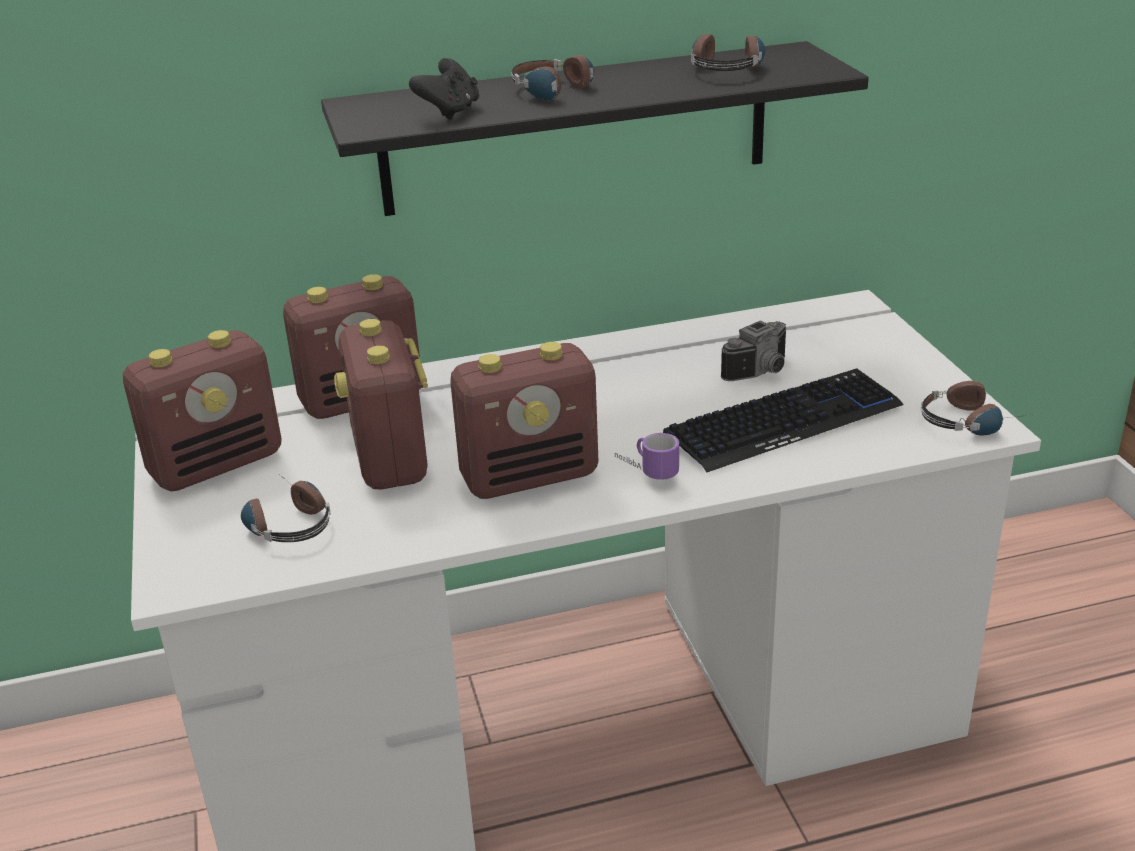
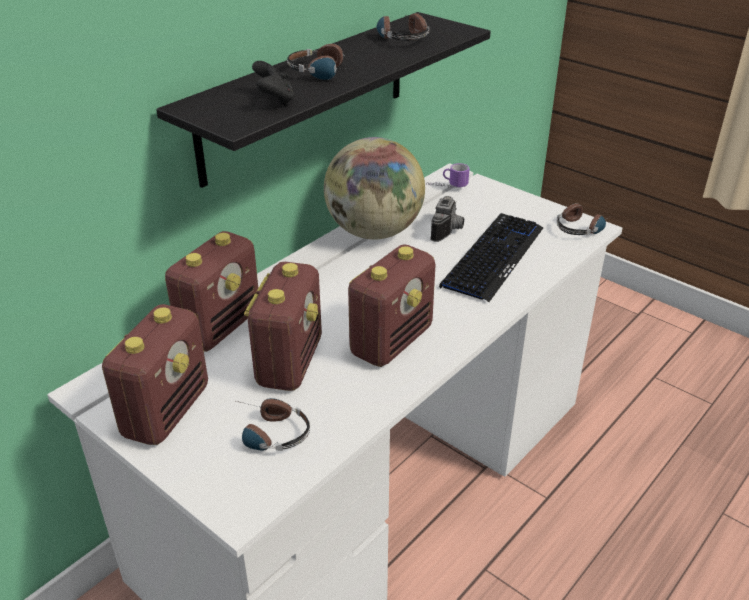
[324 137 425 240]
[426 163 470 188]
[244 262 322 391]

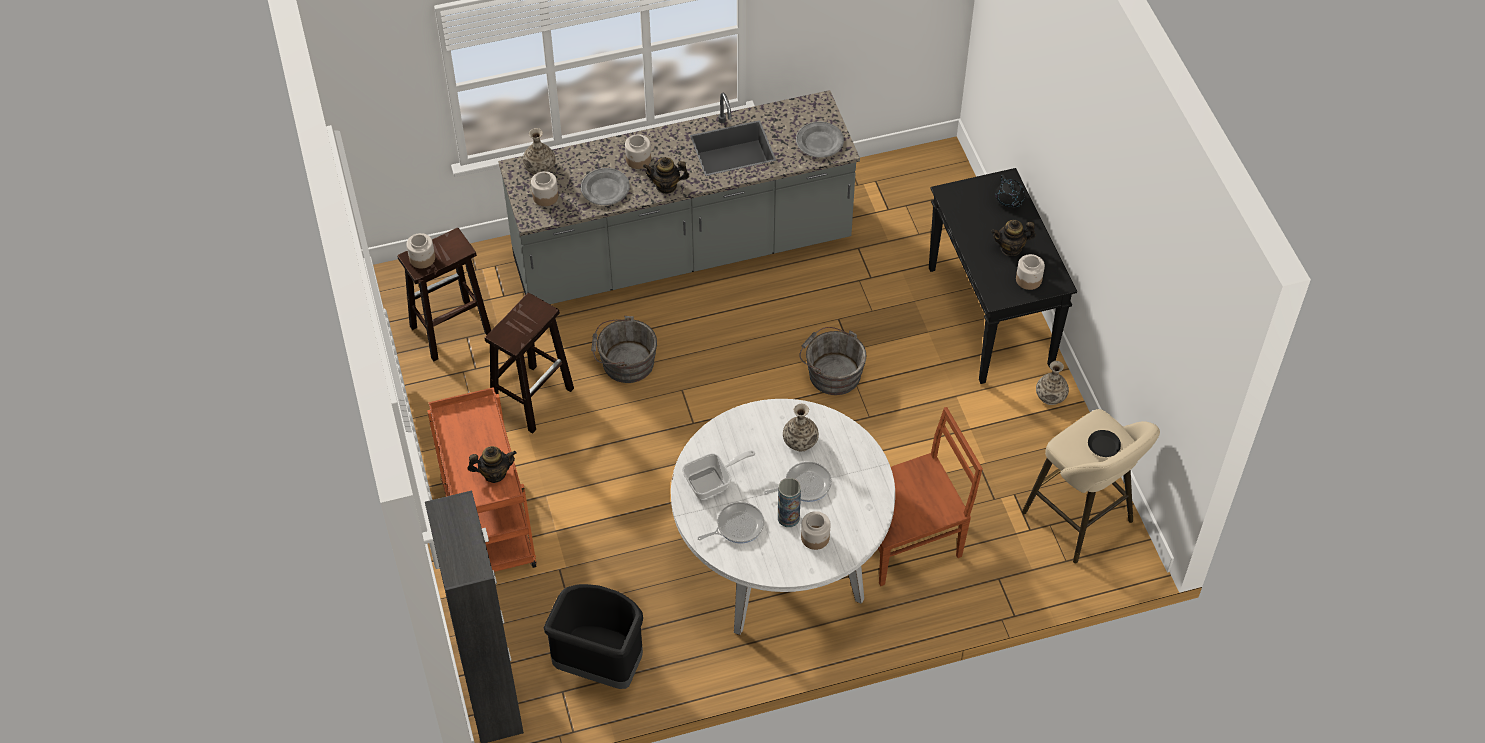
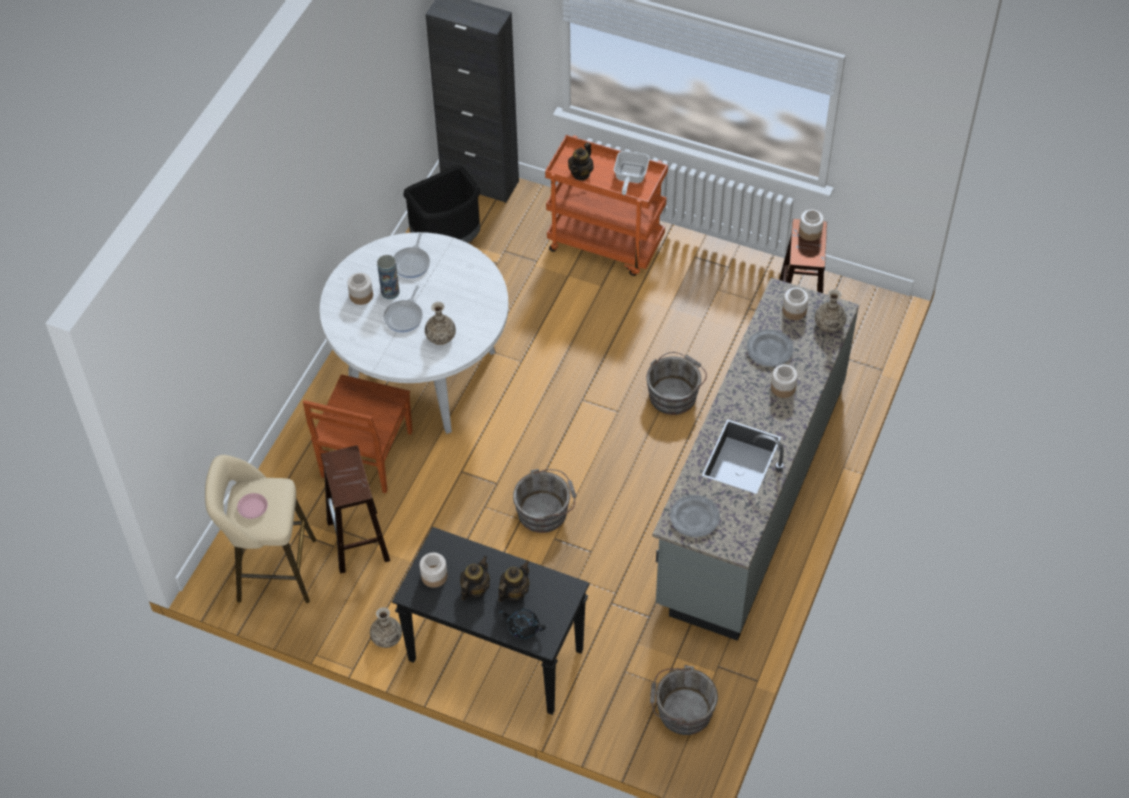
[650 665 718 735]
[321 445 390 574]
[498 560 529 602]
[614 151 650 195]
[237 493 268 519]

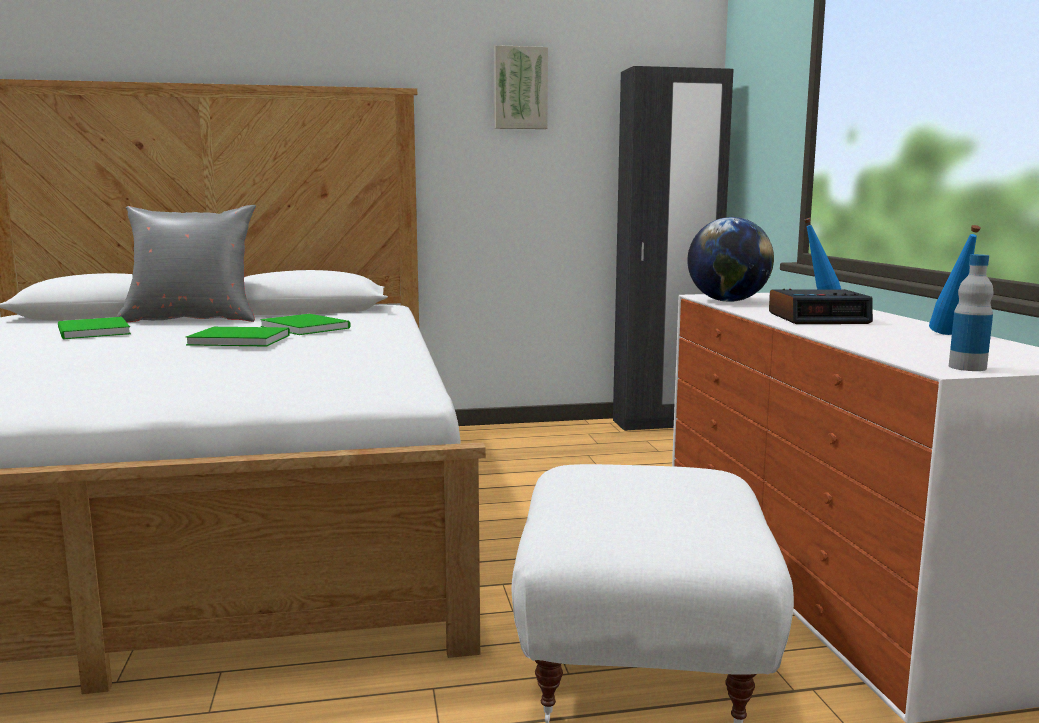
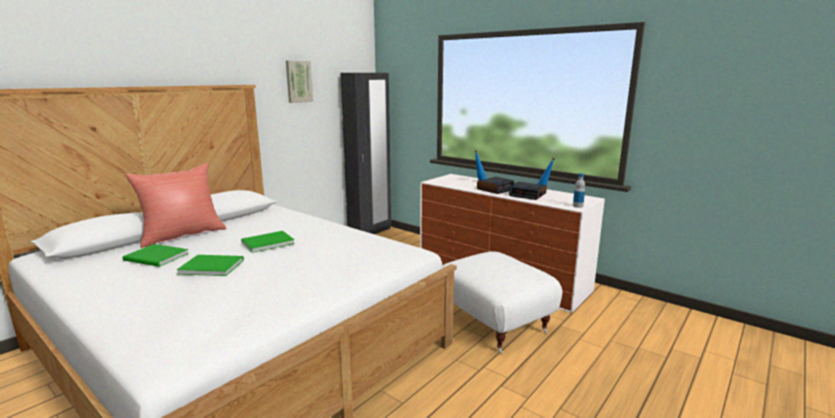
[687 217 774 302] (first image)
[509 182 547 200]
[177 255 244 276]
[125 163 227 248]

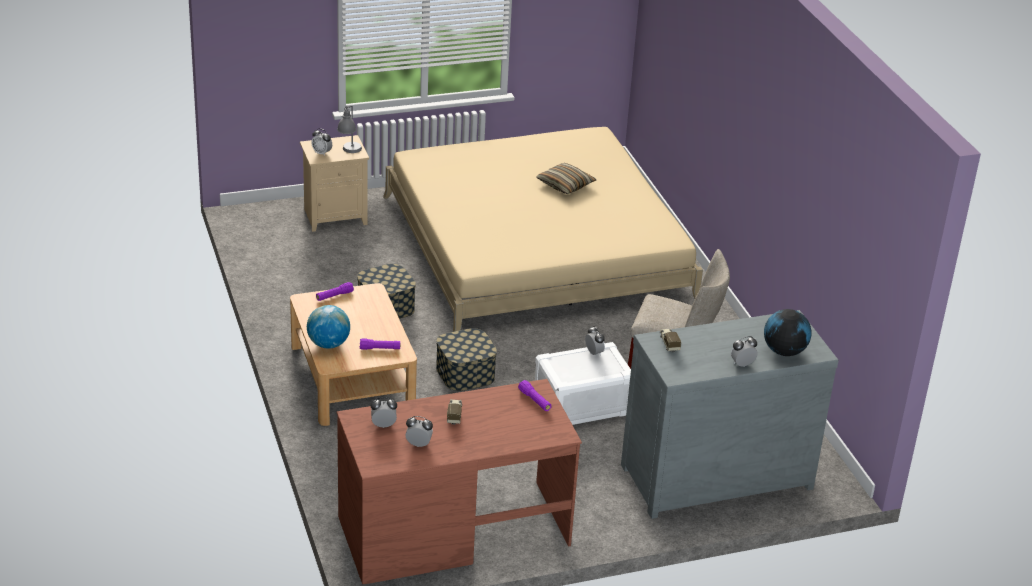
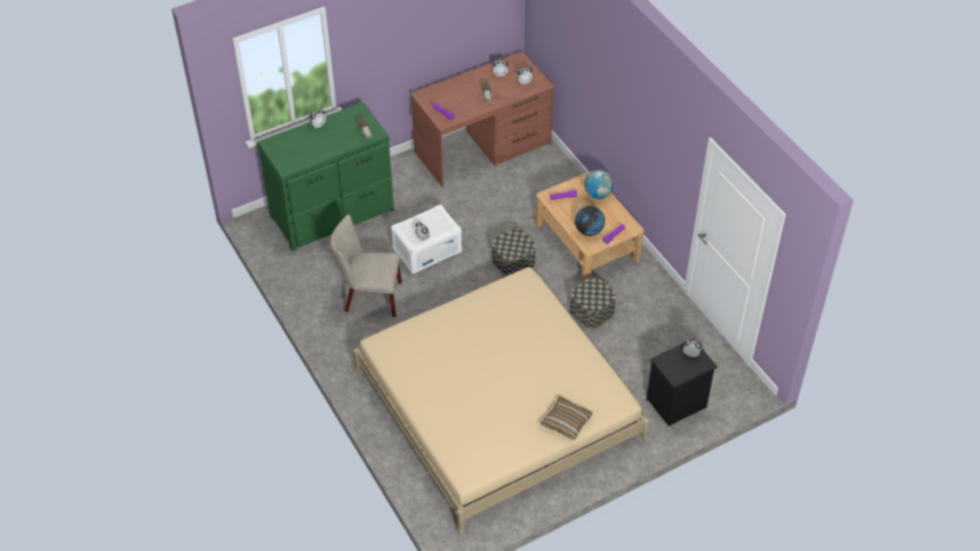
[337 105 362 153] (first image)
[540 396 593 440]
[575 206 605 236]
[646 338 718 426]
[257 102 394 251]

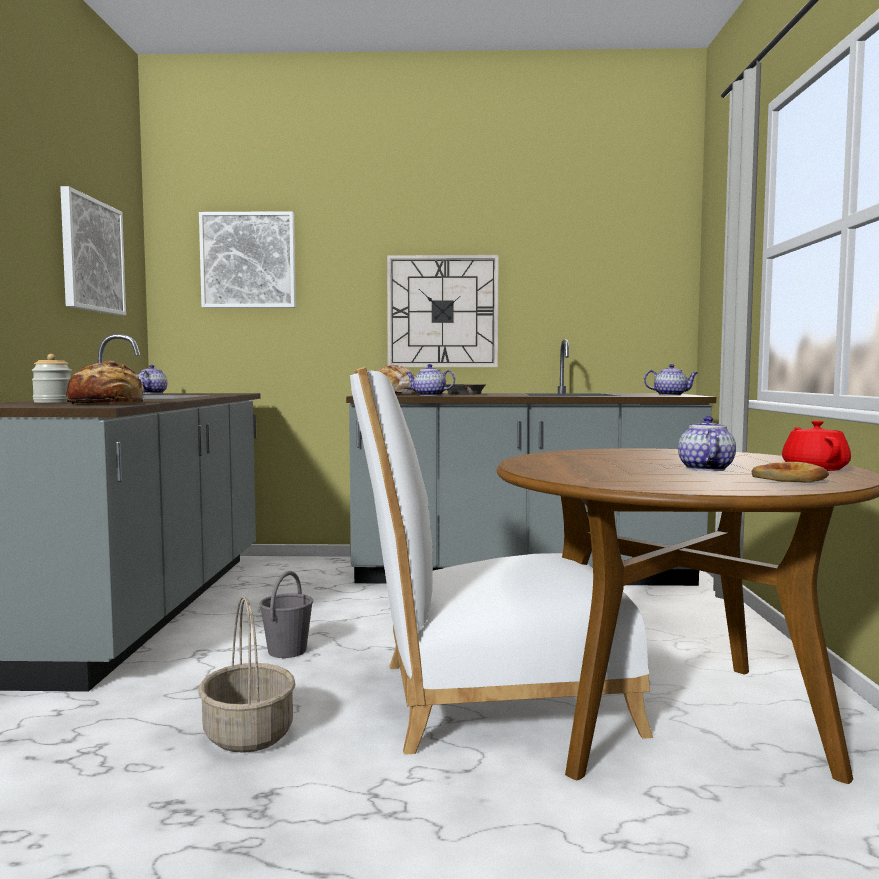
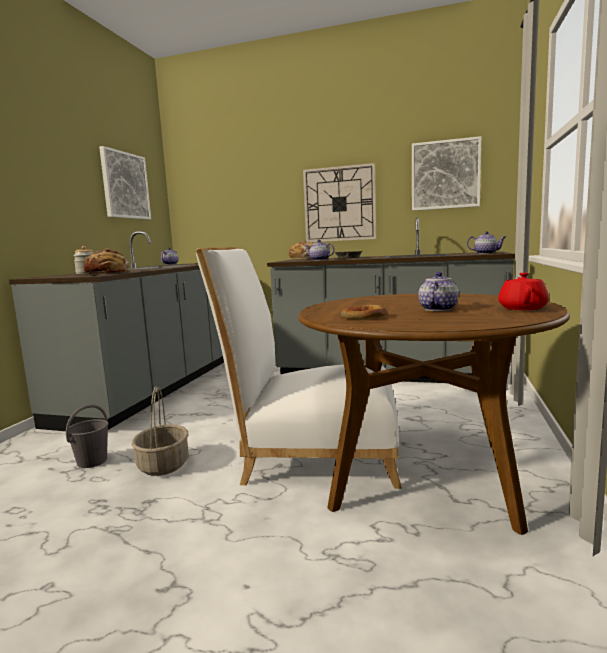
[412 136 481 211]
[66 404 109 468]
[341 305 388 320]

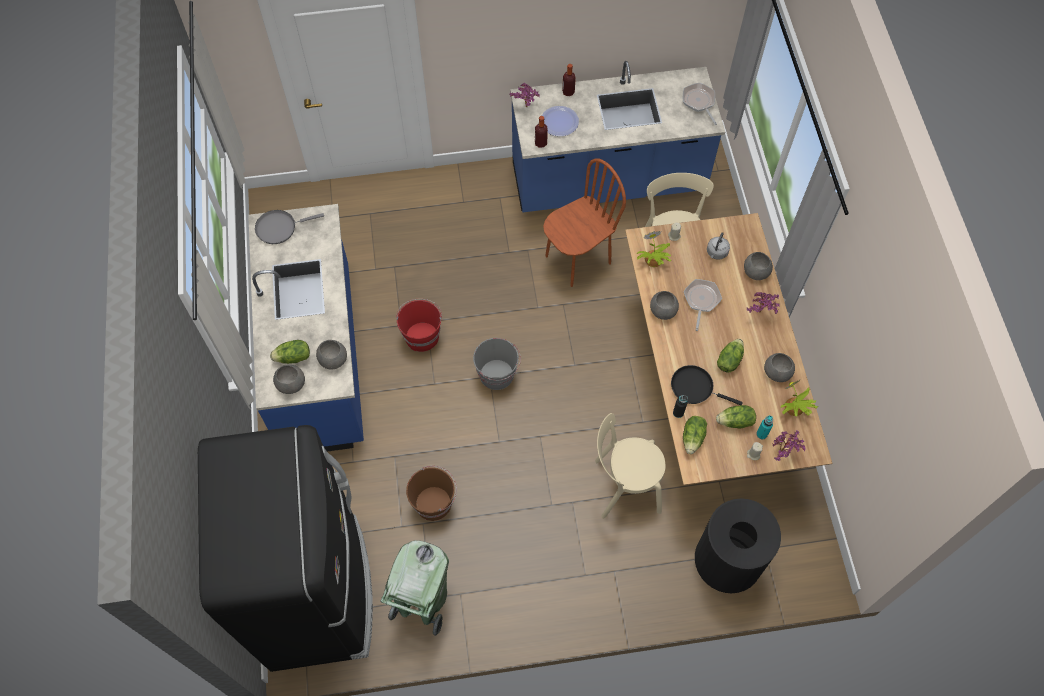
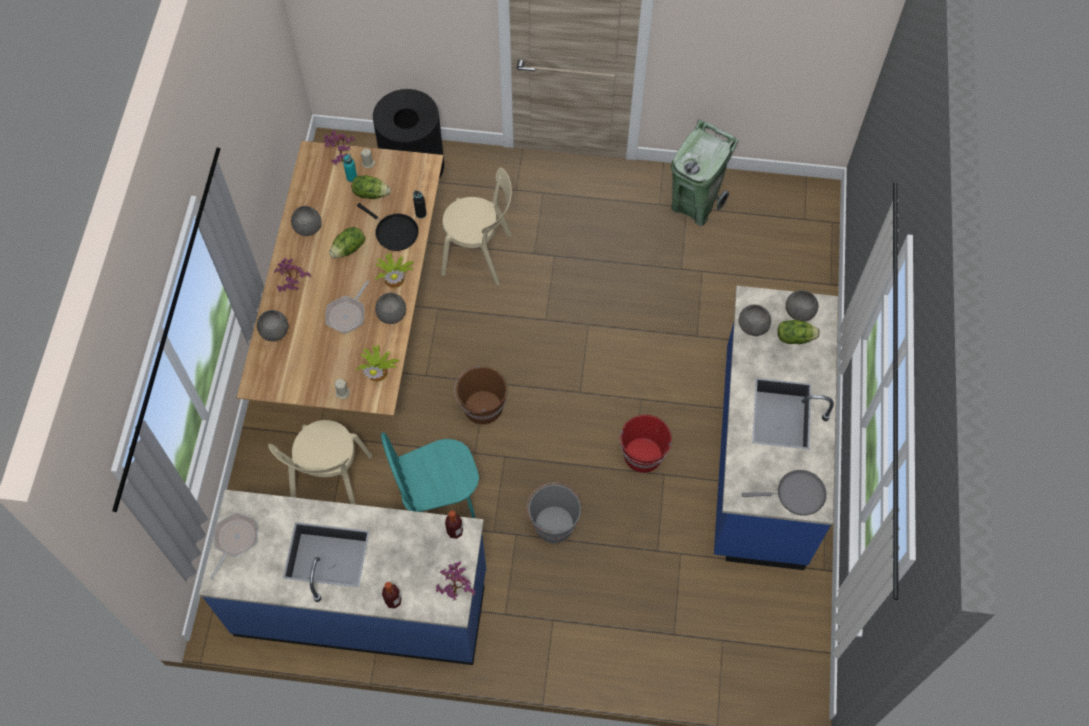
[198 425 373 672] (first image)
[542 106 579 136] (first image)
[683 416 707 454] (first image)
[707 232 730 260] (first image)
[454 366 507 425]
[527 482 581 544]
[375 252 414 288]
[381 432 479 518]
[210 512 257 579]

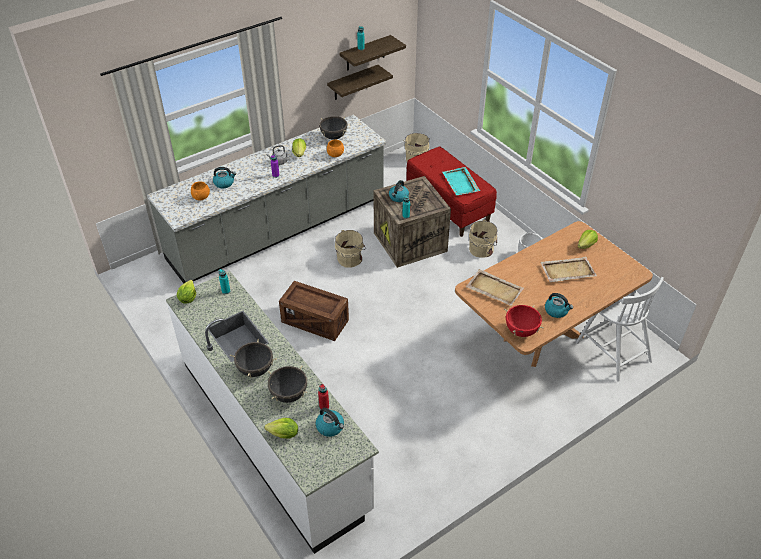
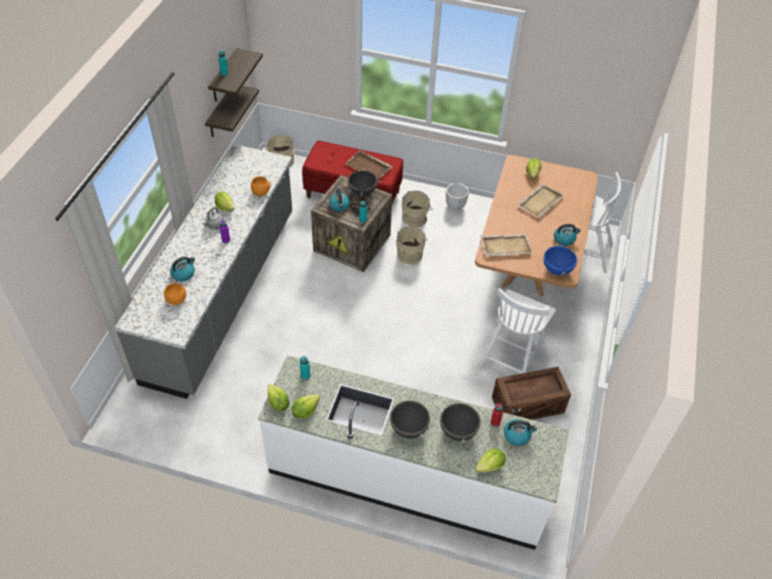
[292 394 320 419]
[478 288 556 373]
[492 367 571 420]
[344 168 381 196]
[396 226 428 265]
[345 150 393 180]
[540 243 581 276]

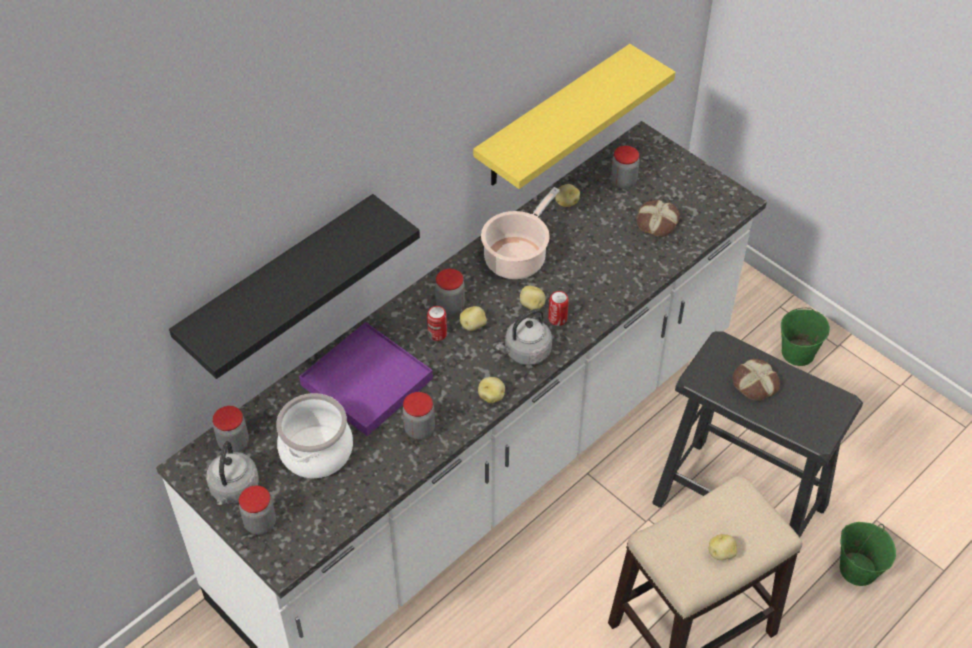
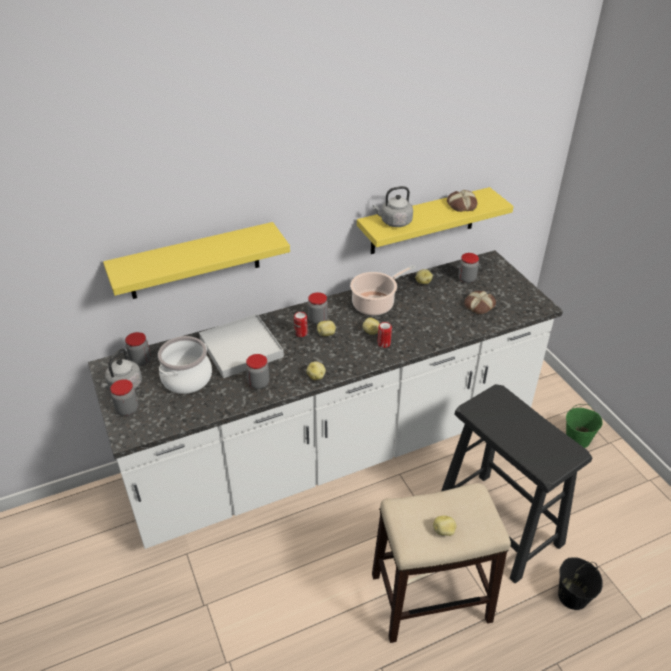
[373 186 413 227]
[447 190 477 212]
[103 222 290 299]
[199 314 284 378]
[558 557 603 610]

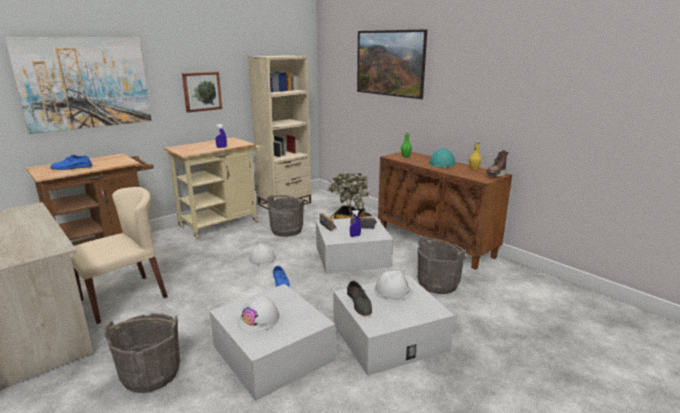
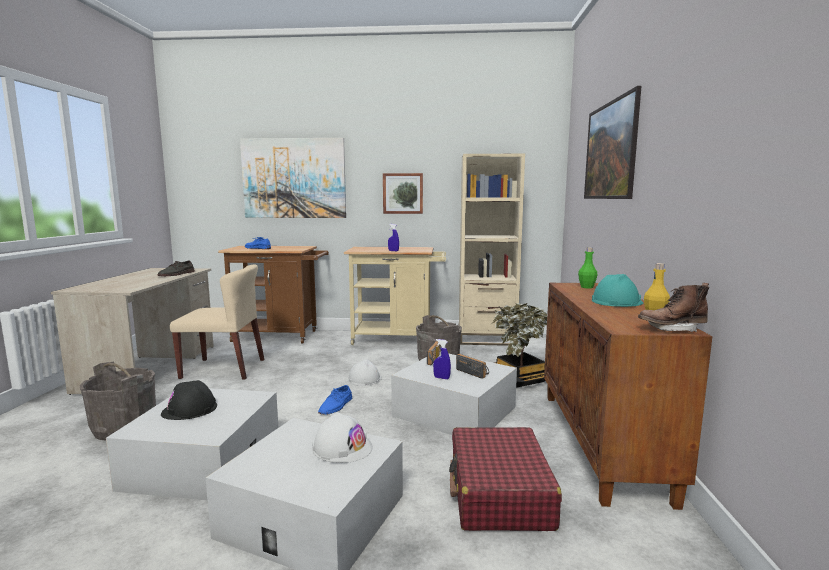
[157 260 195 276]
[449 427 562 531]
[161 380 217 420]

